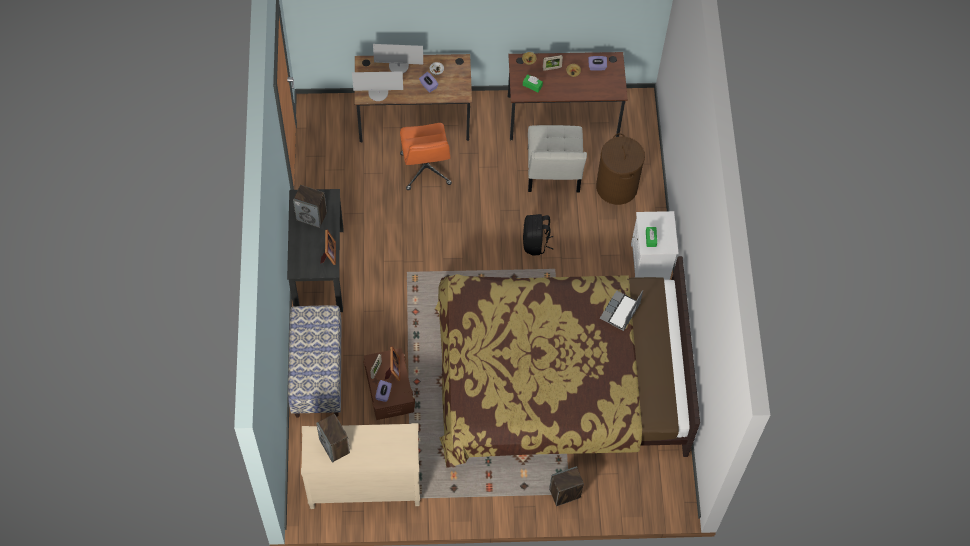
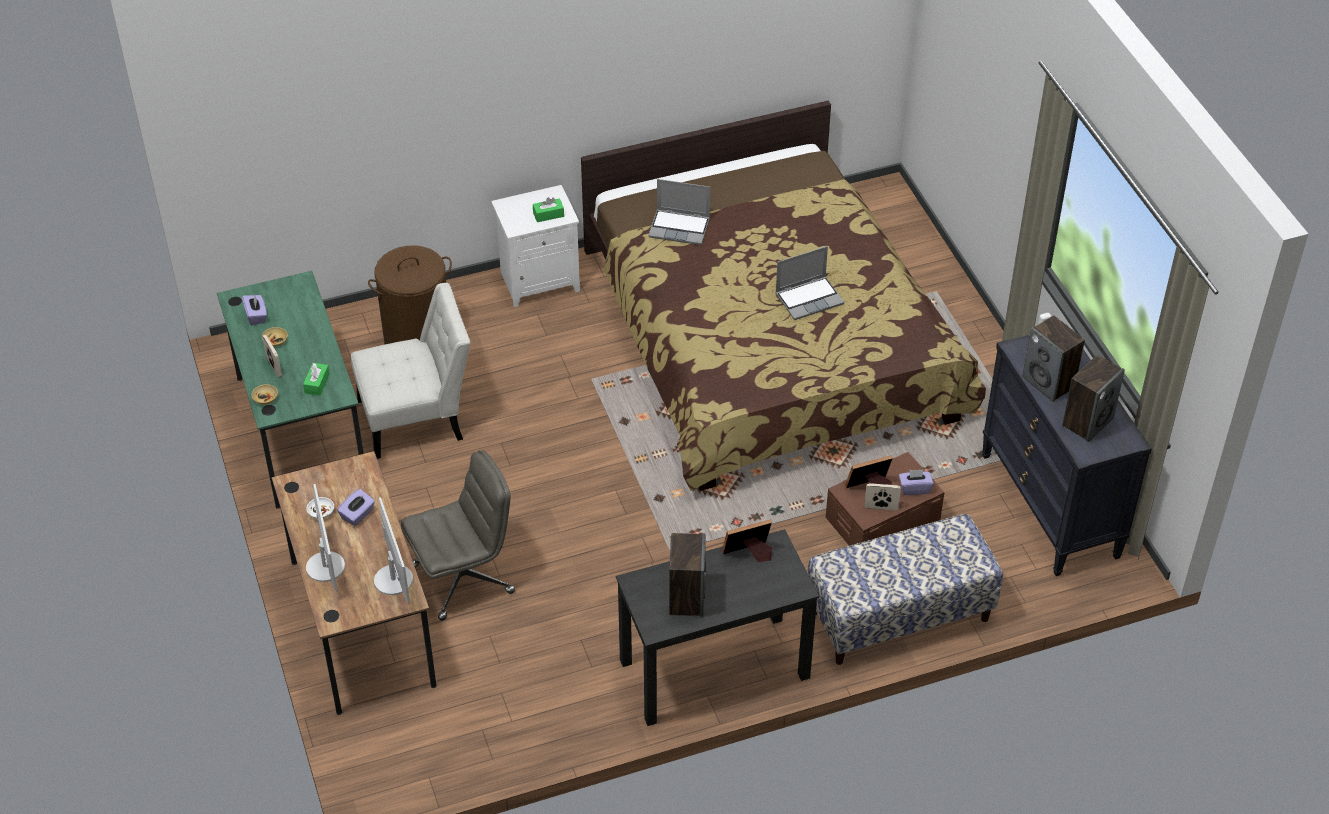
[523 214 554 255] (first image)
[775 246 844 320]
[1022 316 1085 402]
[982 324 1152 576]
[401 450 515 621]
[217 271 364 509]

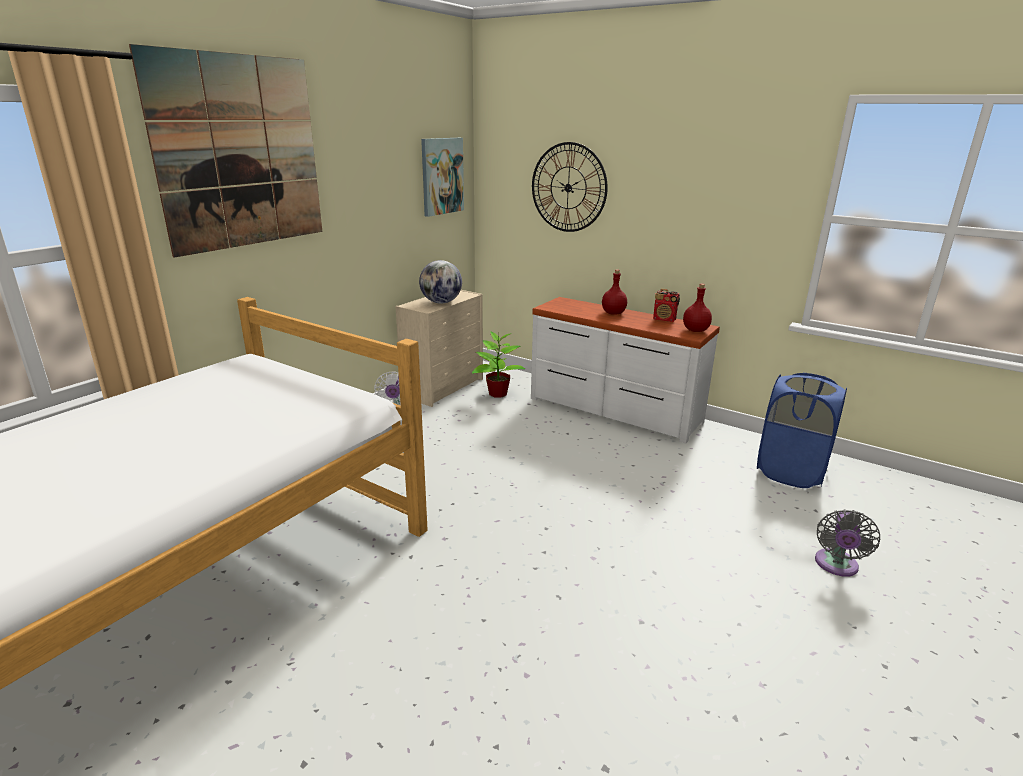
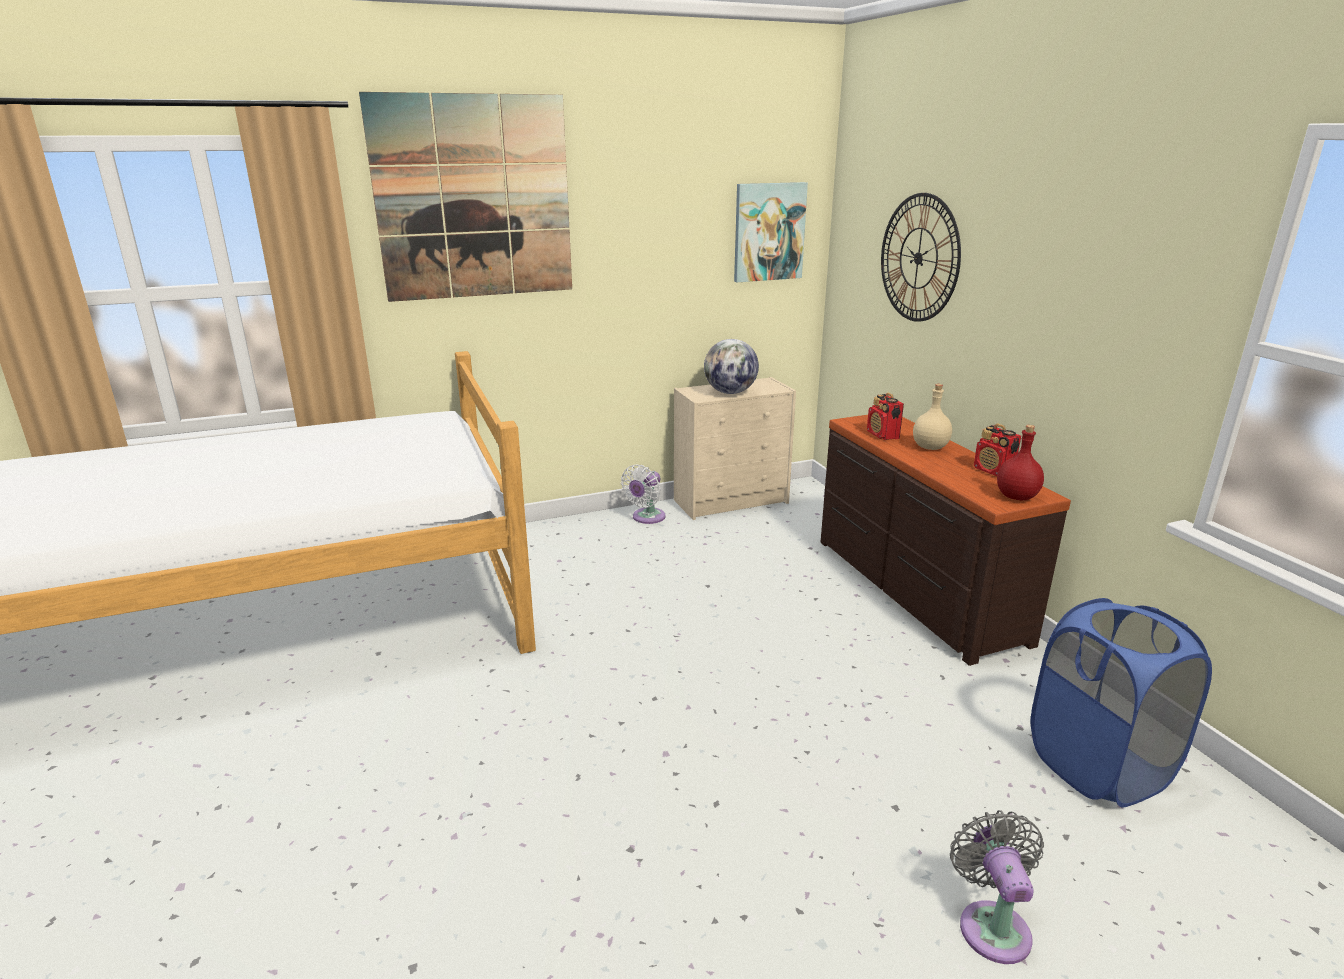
[472 331 525 397] (first image)
[867 392 904 440]
[820 415 1071 666]
[913 384 952 450]
[950 810 1044 964]

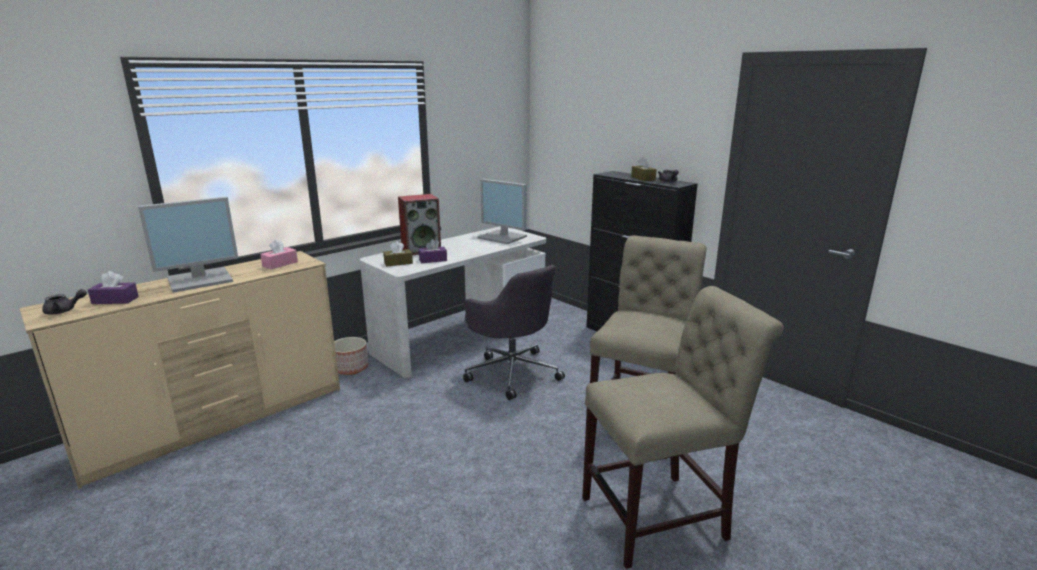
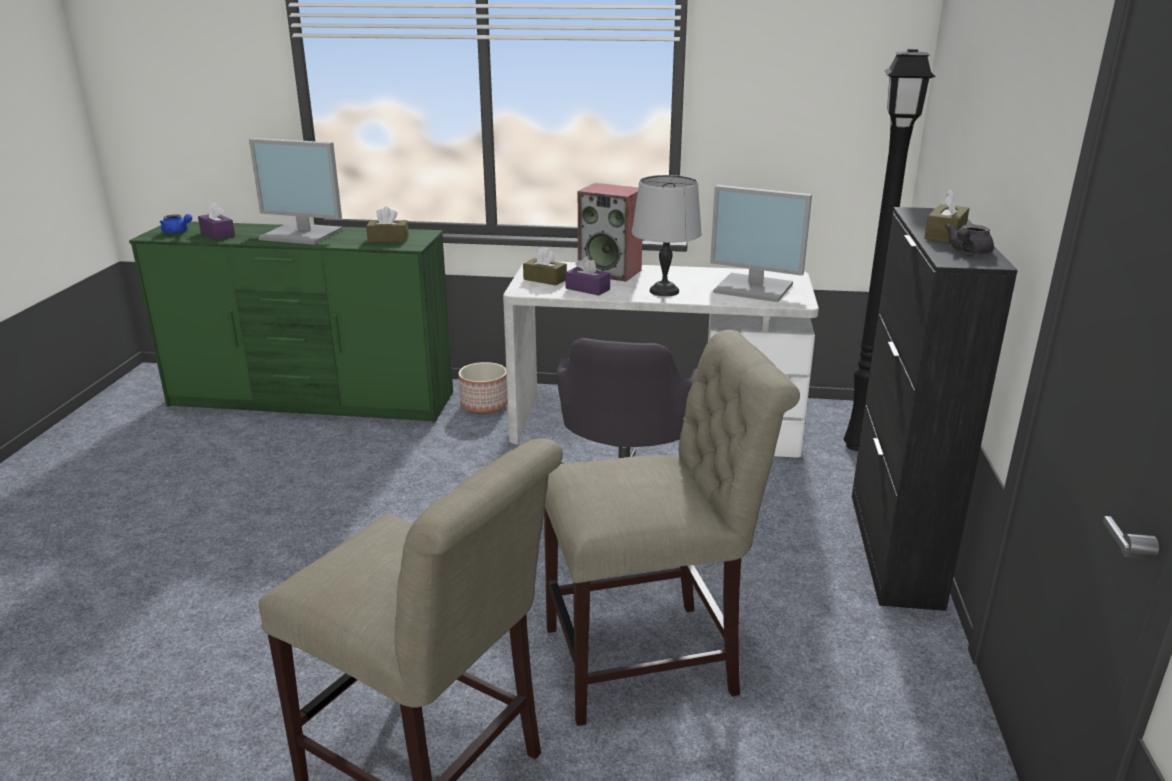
[632 175 702 296]
[844 49 936 451]
[129 221 453 423]
[160 214 192 233]
[366 207 409 242]
[710 185 812 302]

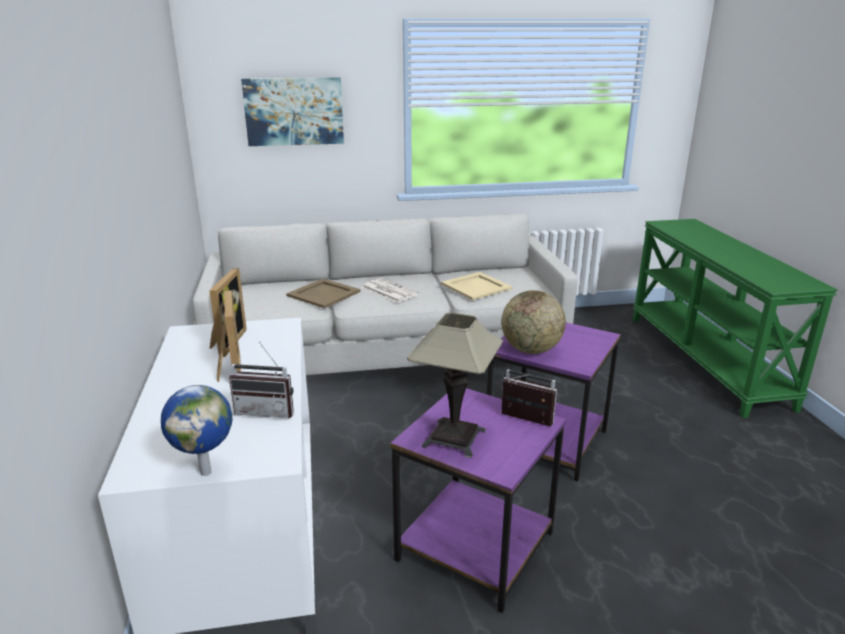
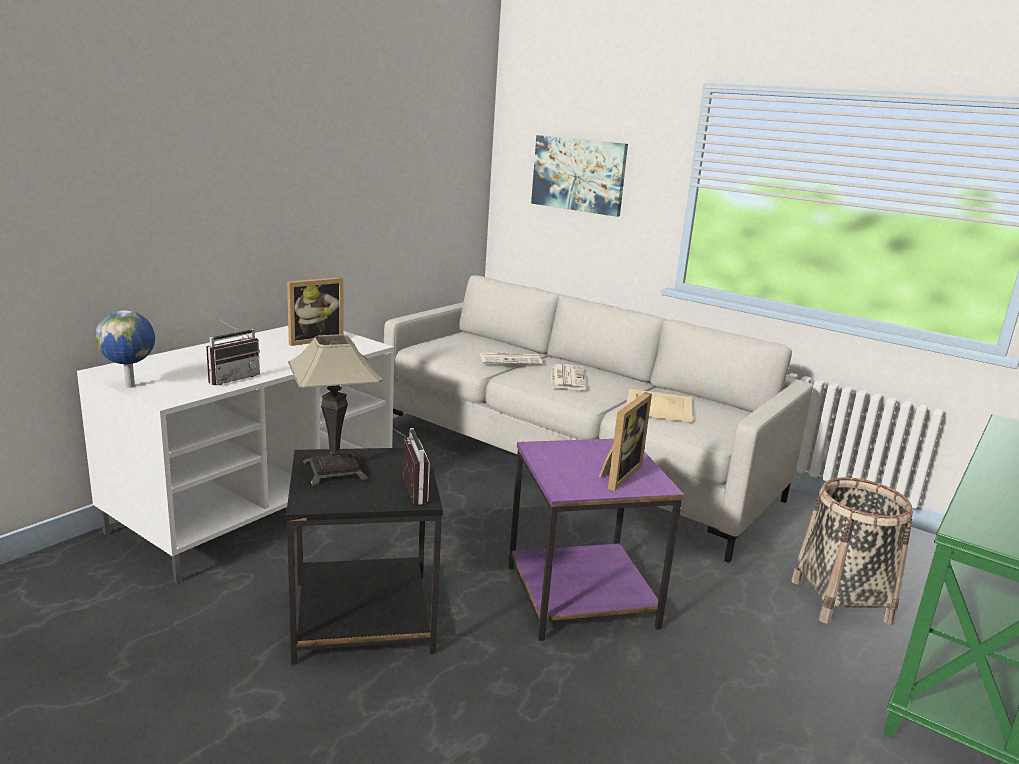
[501 290 566 354] (first image)
[791 477 913 625]
[599 392 652 491]
[480 353 542 364]
[286 447 443 665]
[206 317 260 385]

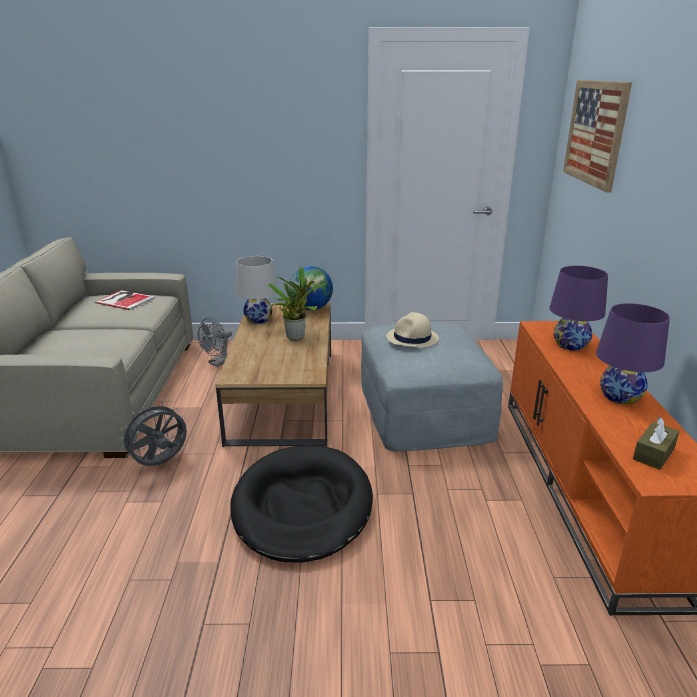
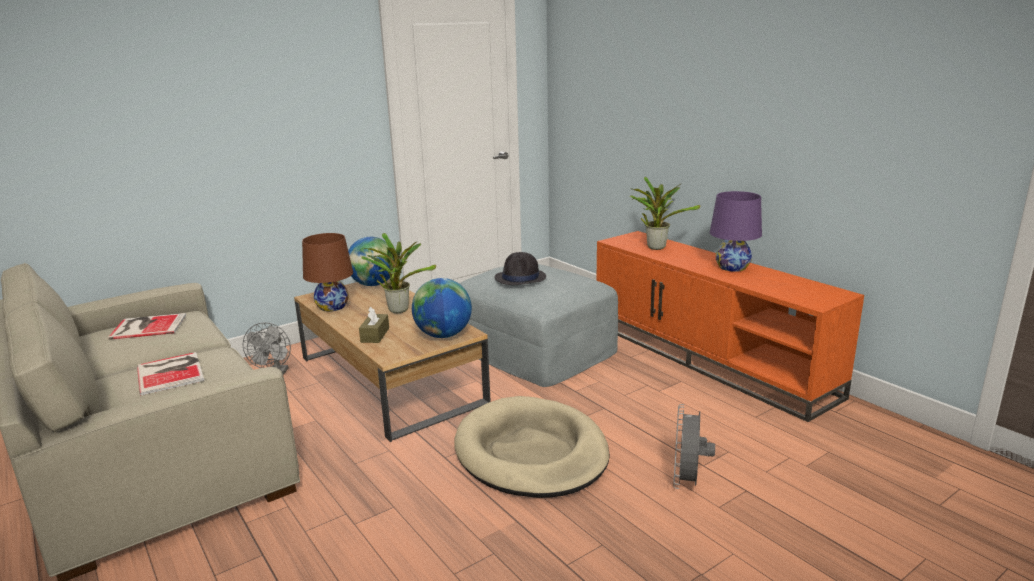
[563 80 632 193] (first image)
[137 352 204 395]
[412 278 472 338]
[673 404 715 489]
[359 307 389 343]
[629 177 700 250]
[454 396 610 498]
[302 233 353 311]
[494 252 546 285]

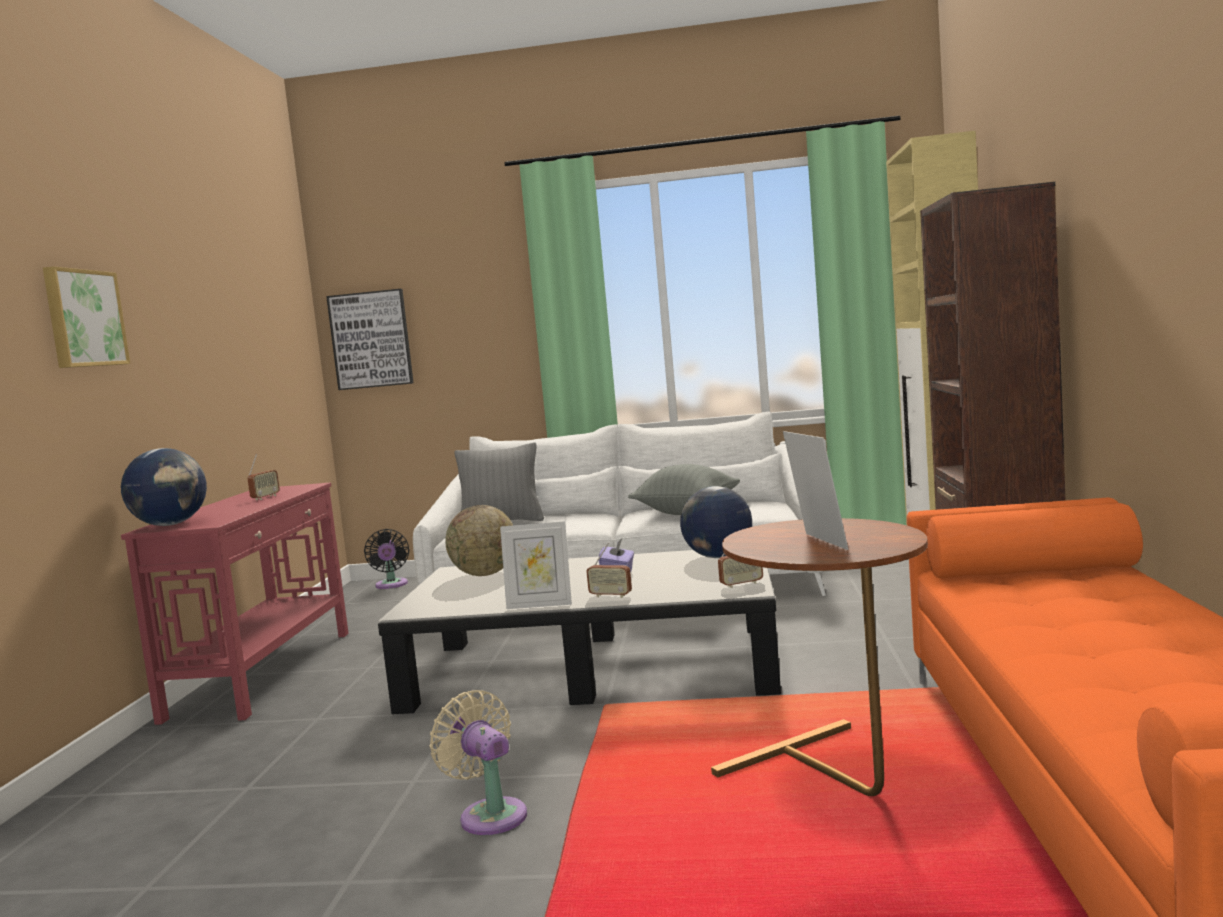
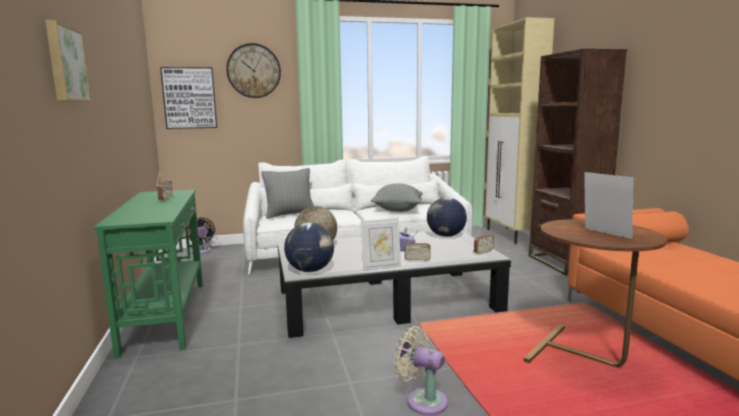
[226 43 281 98]
[284 223 334 272]
[94 189 203 358]

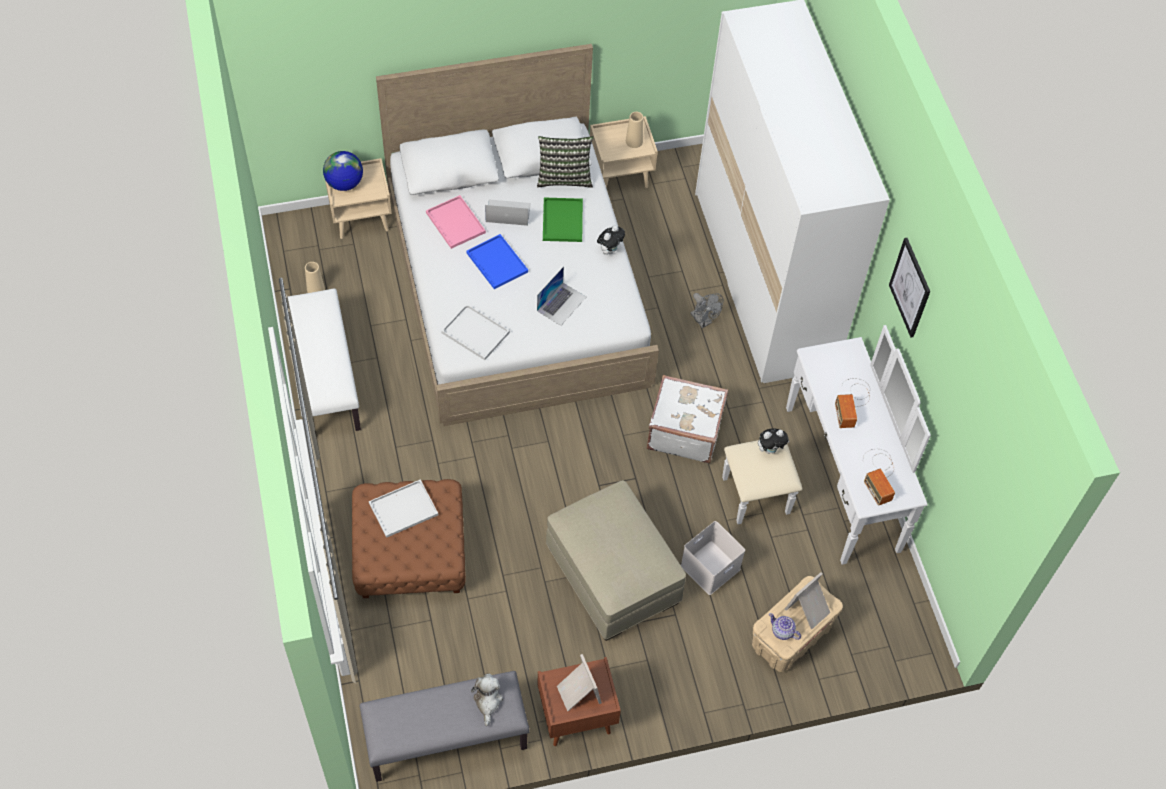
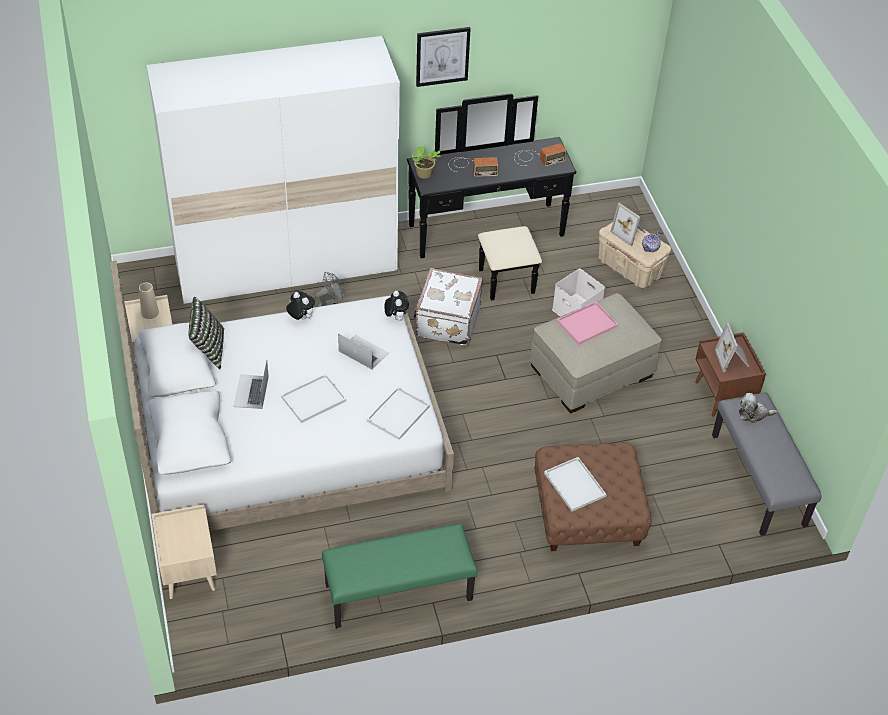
[305 262 325 293] (first image)
[323 151 363 191] (first image)
[543 198 583 242] (first image)
[412 146 441 179]
[557 302 618 345]
[384 291 409 321]
[322 524 477 628]
[281 374 347 423]
[407 93 577 300]
[715 323 749 372]

